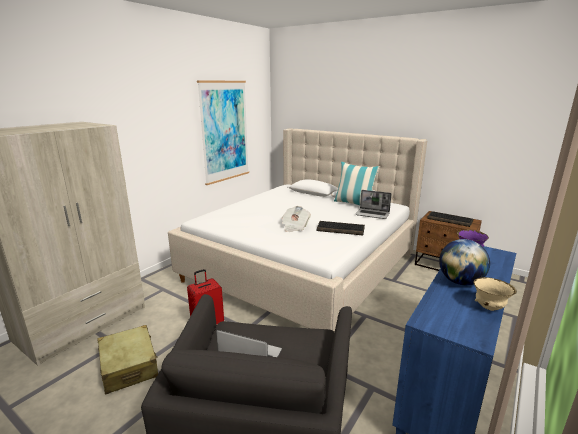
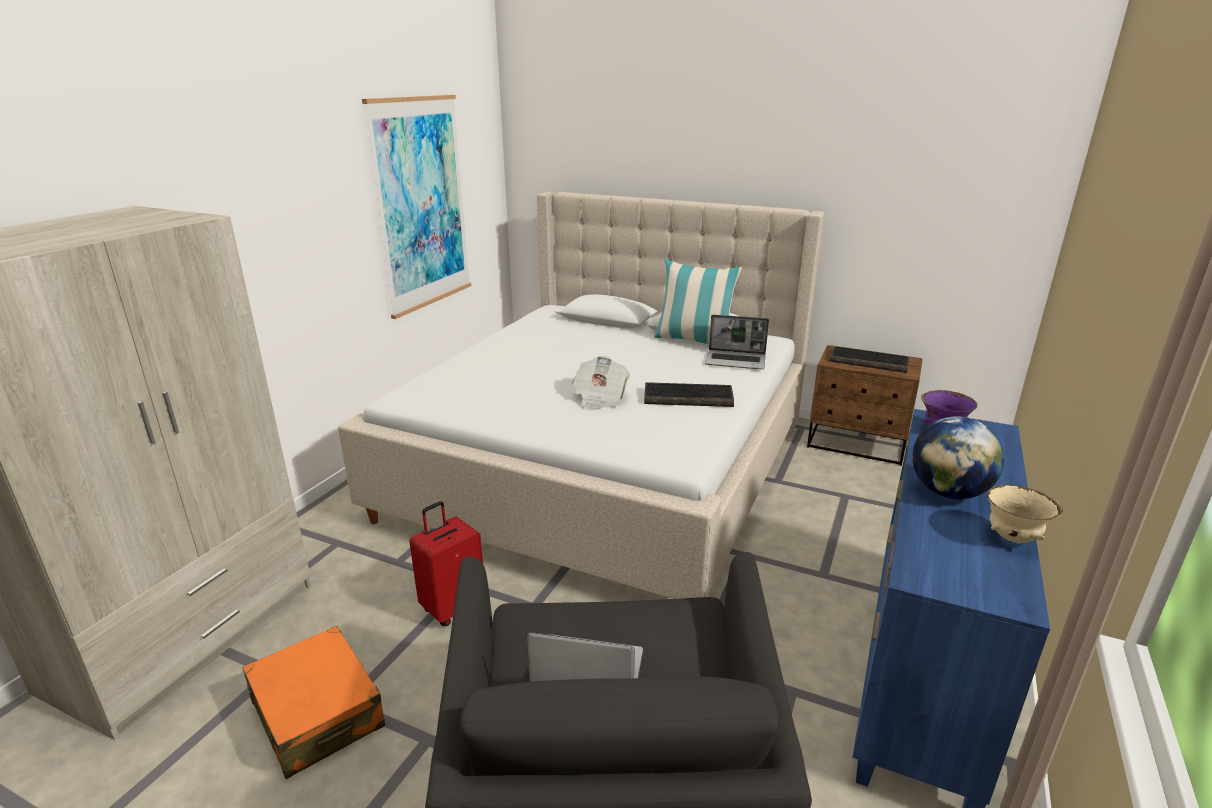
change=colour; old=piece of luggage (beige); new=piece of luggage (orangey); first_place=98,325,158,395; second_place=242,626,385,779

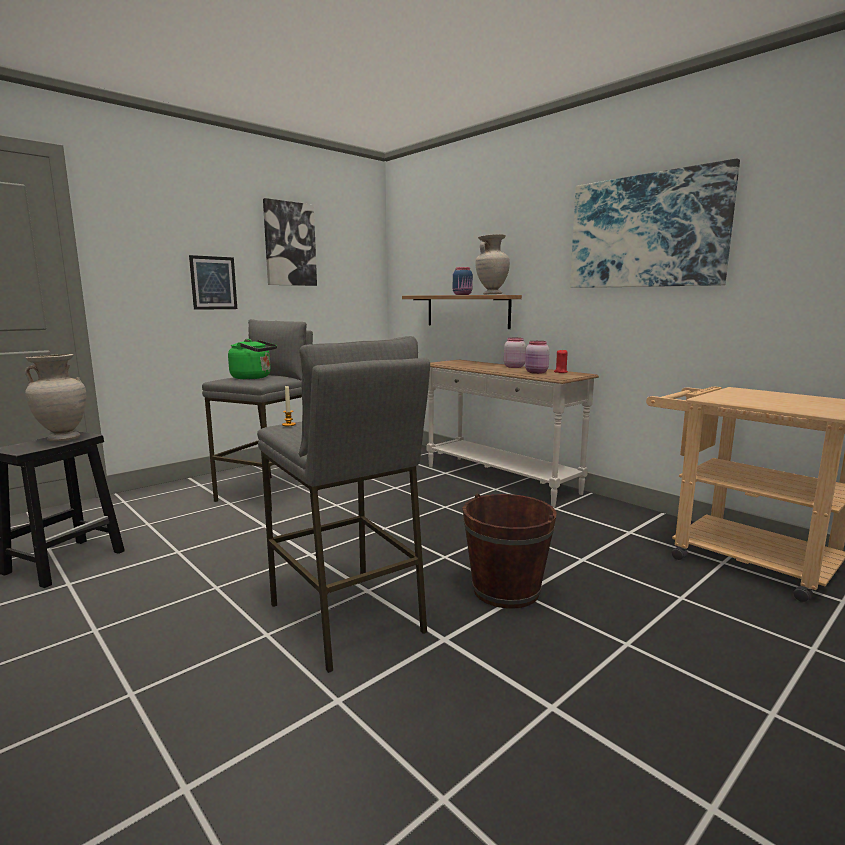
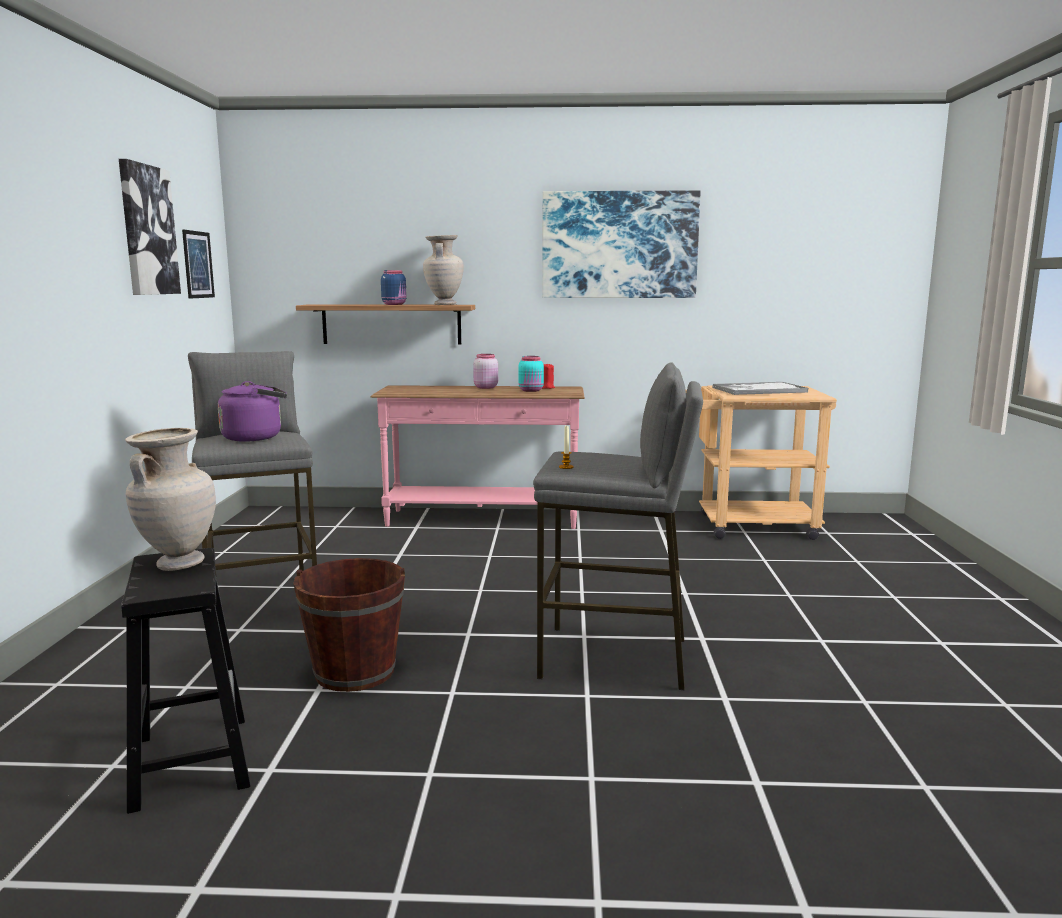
change=relocated; old=wall art; first_place=189,255,237,310; second_place=182,230,215,299
change=colour; old=water kettle (green); new=water kettle (purple-coloured); first_place=228,339,277,379; second_place=218,381,287,442
change=colour; old=hall table (white); new=hall table (pink); first_place=427,360,599,507; second_place=371,385,585,529
change=relocated; old=pail (brownish); first_place=463,494,557,609; second_place=293,558,405,692
change=colour; old=storage jar (pink); new=storage jar (turquoise-coloured); first_place=525,341,550,374; second_place=518,356,544,392
change=appeared; new=serving tray; second_place=712,382,808,395

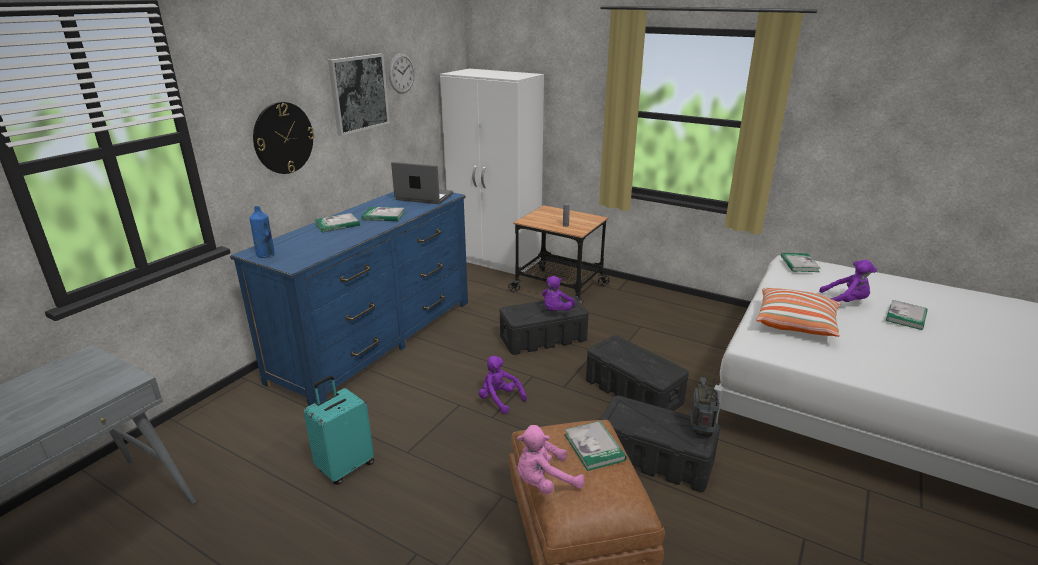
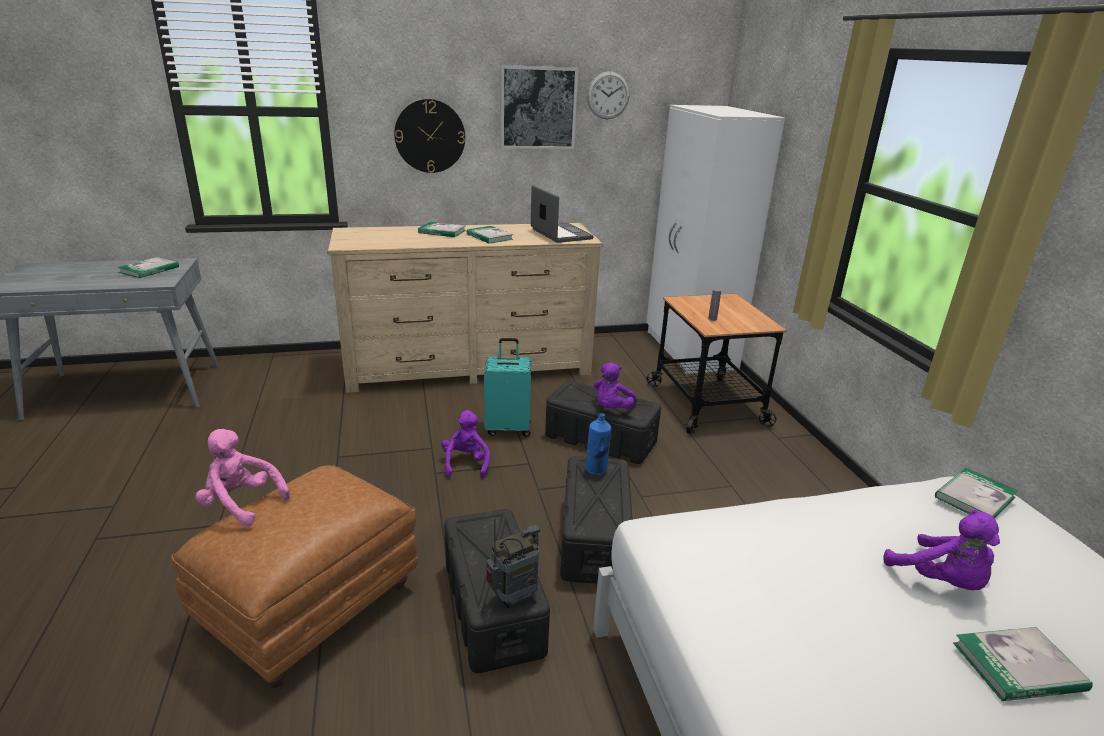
change=colour; old=chest of drawers (blue); new=chest of drawers (beige); first_place=230,192,468,406; second_place=327,223,603,393
change=relocated; old=beverage bottle (blue); first_place=249,206,275,258; second_place=586,413,611,475
change=relocated; old=piece of luggage (turquoise-coloured); first_place=304,376,374,485; second_place=484,338,531,437
change=spun; old=soft toy (purple-coloured); first_place=542,276,576,311; second_place=594,363,637,409; degrees=-45
change=relocated; old=bound book; first_place=564,421,627,471; second_place=117,257,179,278
change=missing; old=throw pillow; first_place=756,288,841,337

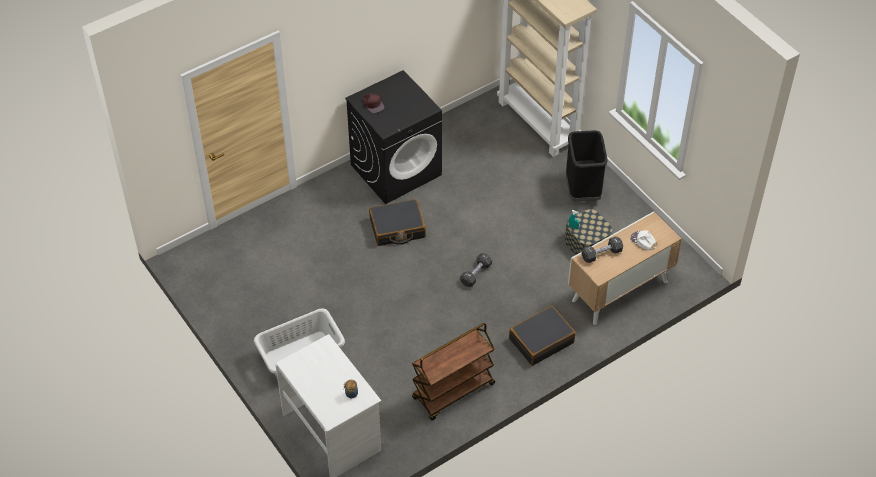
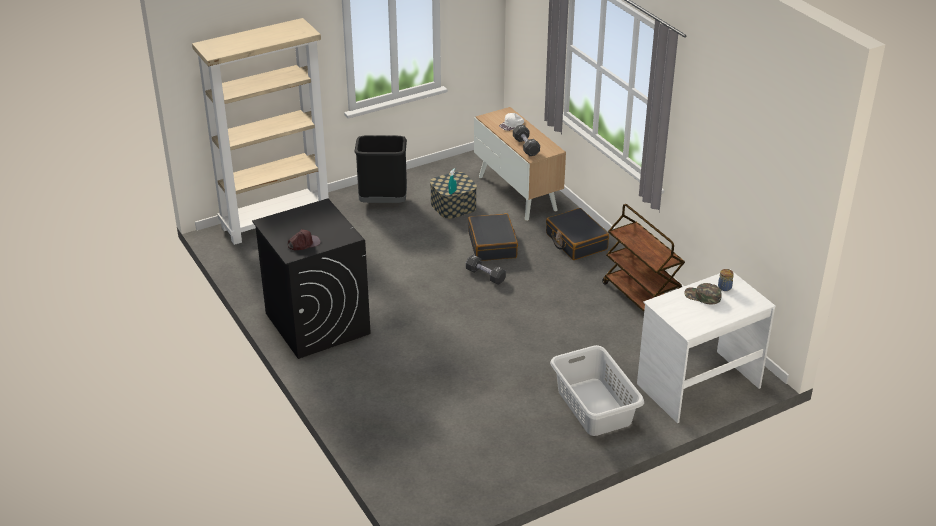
change=relocated; old=piece of luggage (blackish); first_place=369,199,426,246; second_place=468,213,518,261
change=appeared; new=peaked cap (green); second_place=684,283,722,304

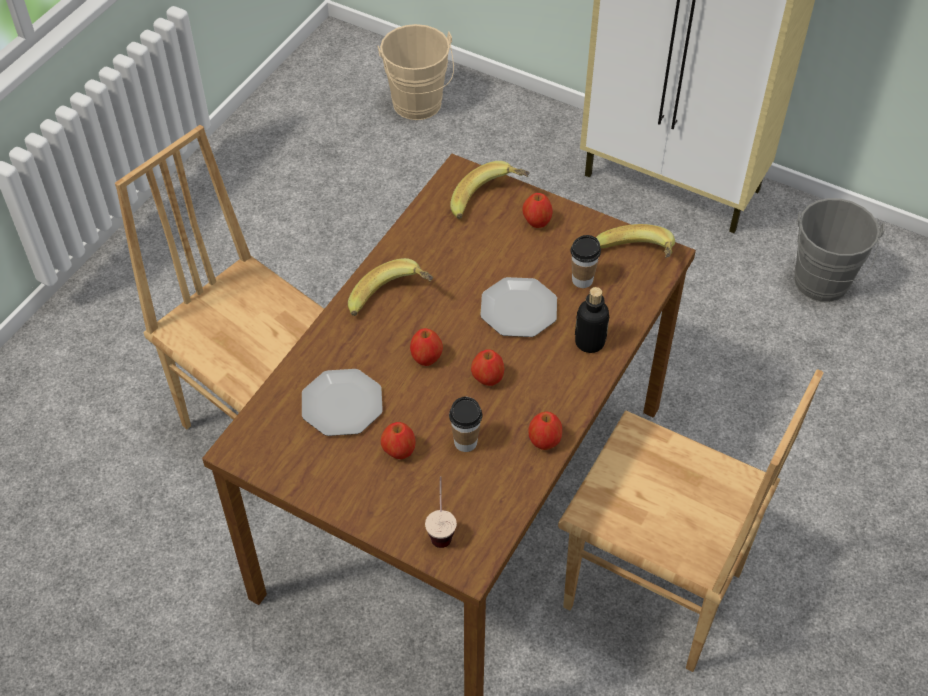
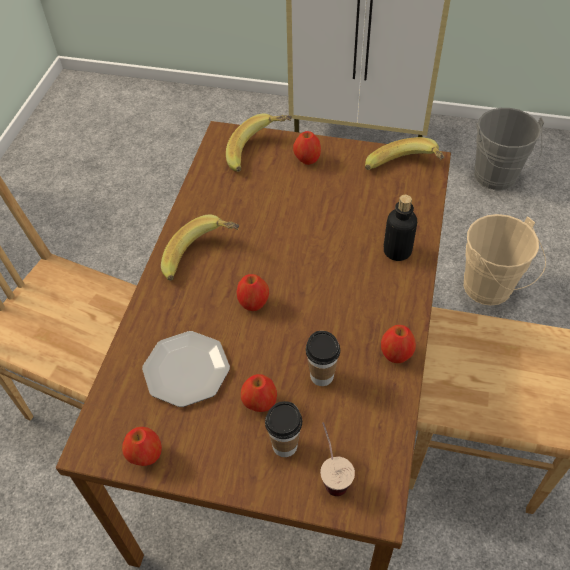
change=relocated; old=pail (beige); first_place=378,24,454,120; second_place=464,214,546,305
change=relocated; old=apple fruit; first_place=471,349,504,386; second_place=122,427,162,466
change=missing; old=flat dish; first_place=480,277,557,337
change=relocated; old=drinking cup; first_place=570,235,601,288; second_place=265,401,302,457

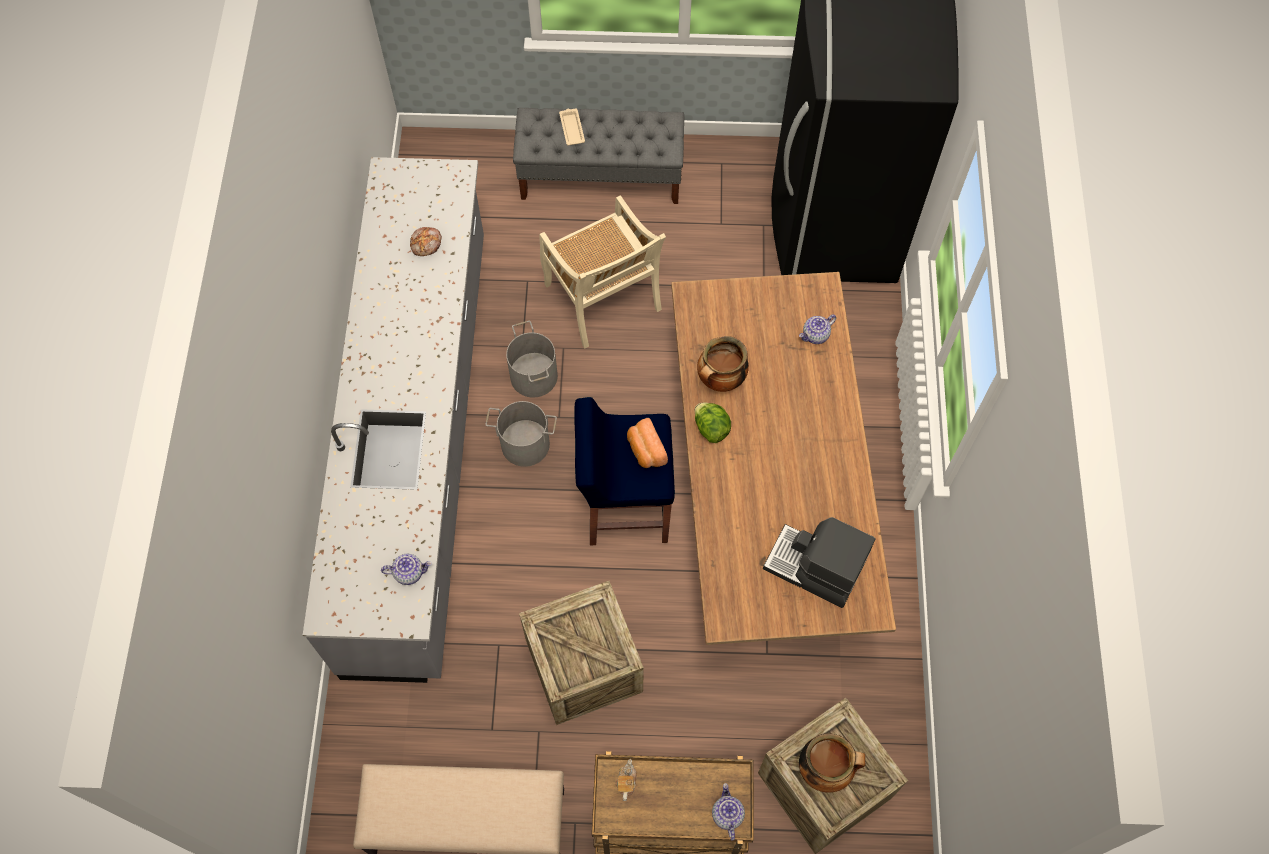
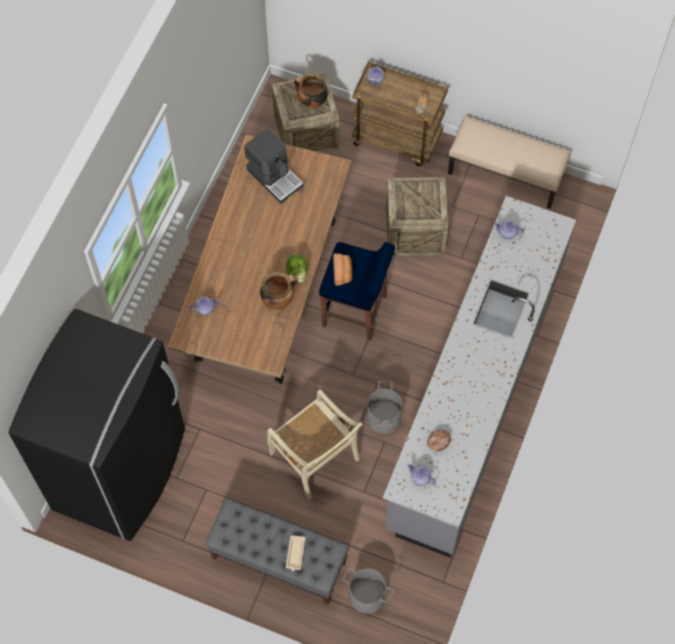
change=relocated; old=pail (greyish); first_place=485,401,557,467; second_place=342,568,393,614
change=spun; old=plain chair (beige); first_place=539,195,666,349; second_place=267,389,363,500; degrees=150
change=appeared; new=pot for tea; second_place=407,464,436,486

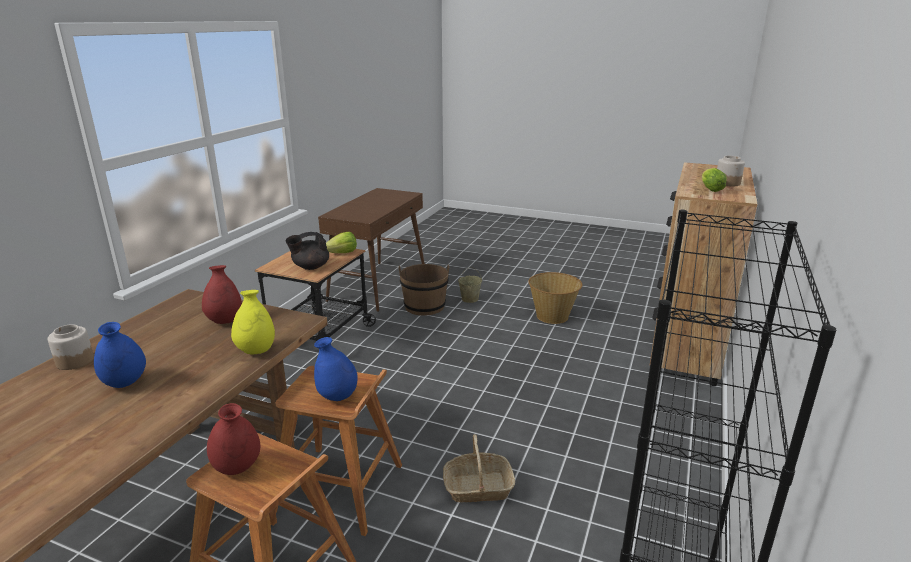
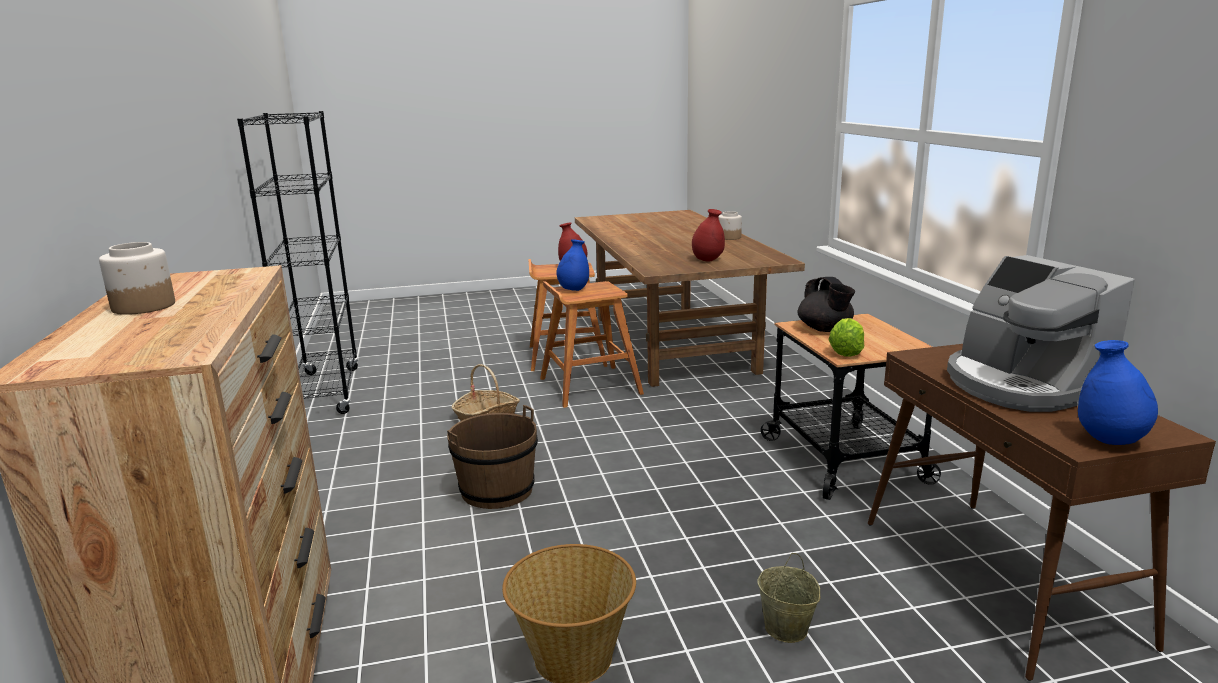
change=relocated; old=vase (blue); first_place=94,322,146,388; second_place=1078,340,1158,445
change=missing; old=vase (yellow-coloured); first_place=231,290,275,354
change=spun; old=pot for tea (blackish); first_place=286,232,329,270; second_place=797,277,855,332; degrees=135
change=relocated; old=pail (brownish); first_place=399,264,449,316; second_place=447,405,538,509
change=missing; old=lettuce head; first_place=702,168,727,192
change=appeared; new=coffee machine; second_place=947,255,1135,412

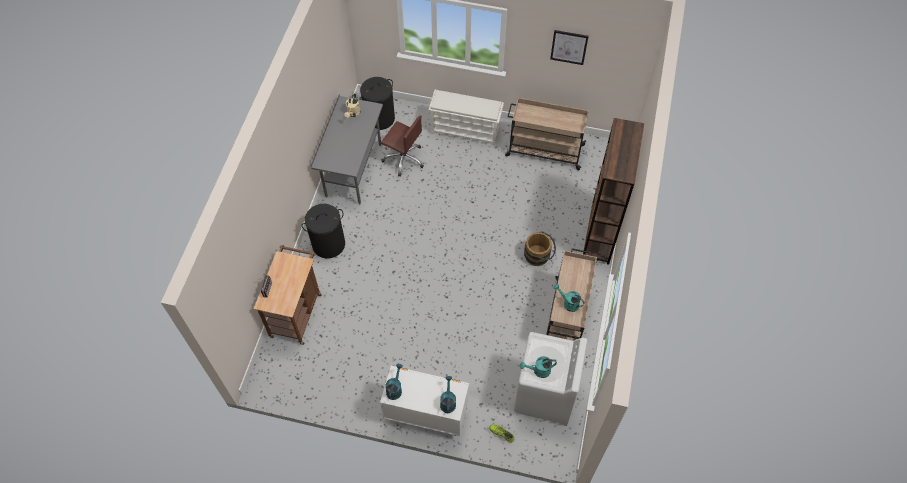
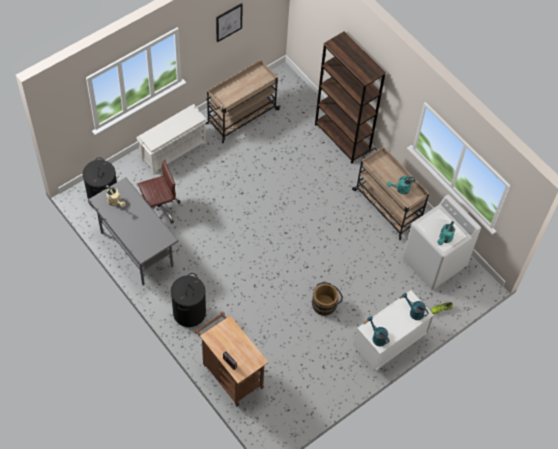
change=relocated; old=pail (brownish); first_place=524,231,556,266; second_place=312,282,343,316

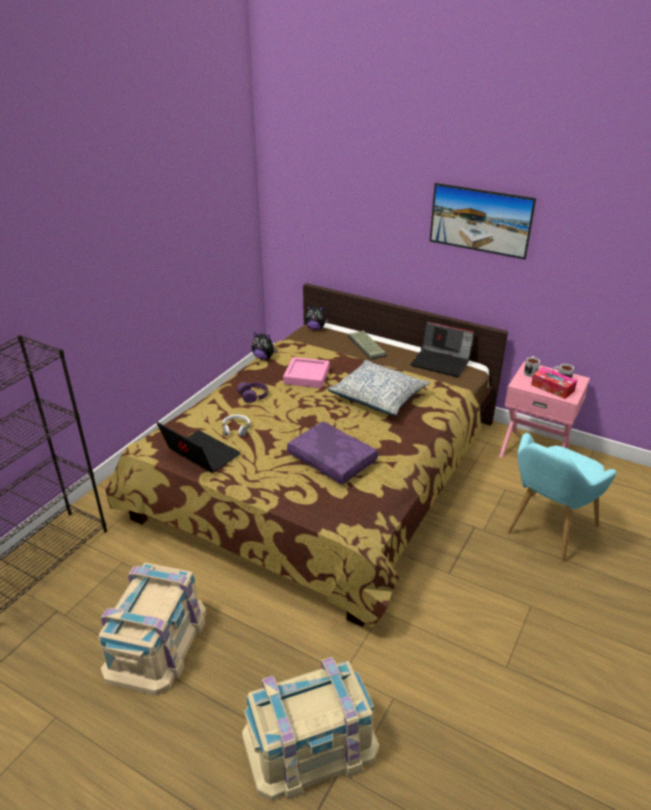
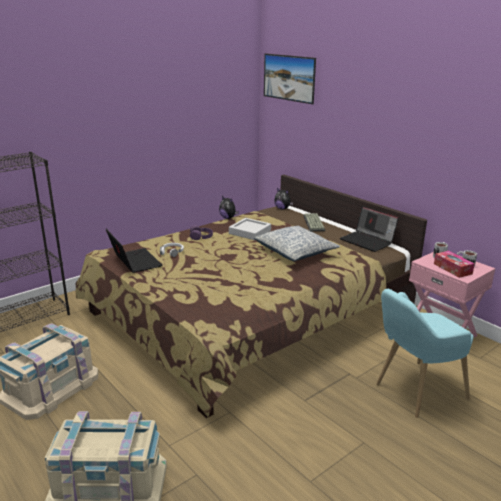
change=colour; old=serving tray (pink); new=serving tray (greyish); first_place=283,357,330,388; second_place=229,218,271,240
change=missing; old=throw pillow (purple-coloured); first_place=287,421,378,484
change=relocated; old=wall art; first_place=430,183,536,260; second_place=264,53,316,104

